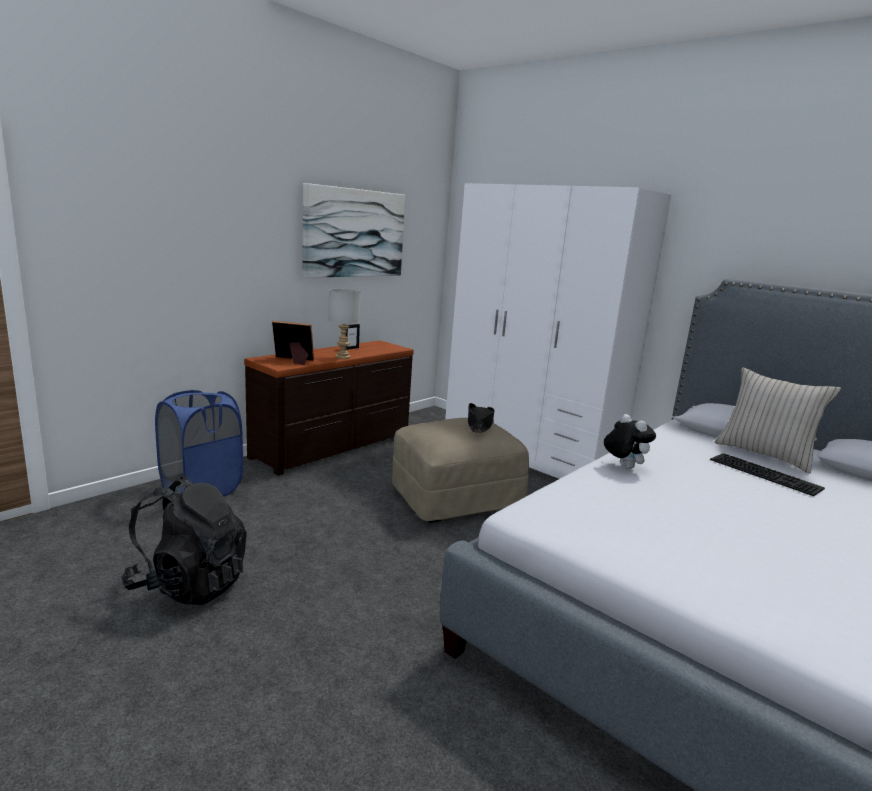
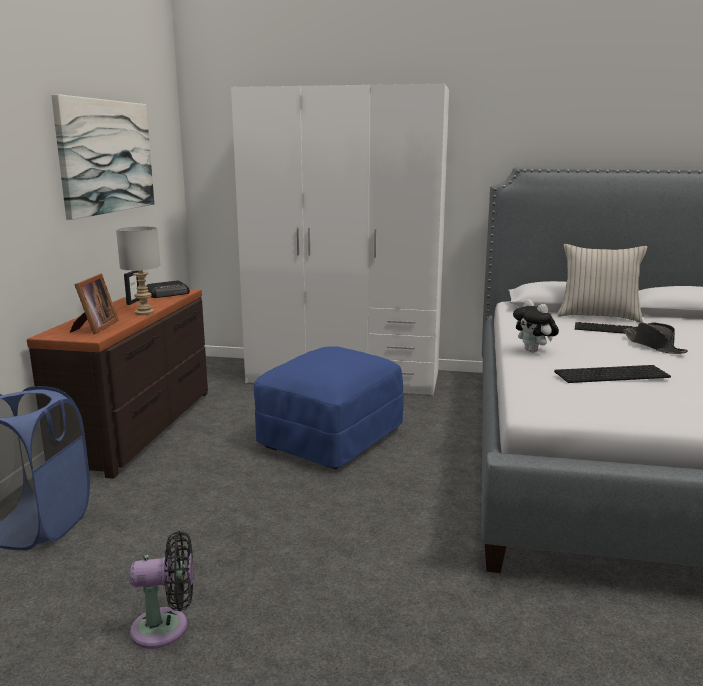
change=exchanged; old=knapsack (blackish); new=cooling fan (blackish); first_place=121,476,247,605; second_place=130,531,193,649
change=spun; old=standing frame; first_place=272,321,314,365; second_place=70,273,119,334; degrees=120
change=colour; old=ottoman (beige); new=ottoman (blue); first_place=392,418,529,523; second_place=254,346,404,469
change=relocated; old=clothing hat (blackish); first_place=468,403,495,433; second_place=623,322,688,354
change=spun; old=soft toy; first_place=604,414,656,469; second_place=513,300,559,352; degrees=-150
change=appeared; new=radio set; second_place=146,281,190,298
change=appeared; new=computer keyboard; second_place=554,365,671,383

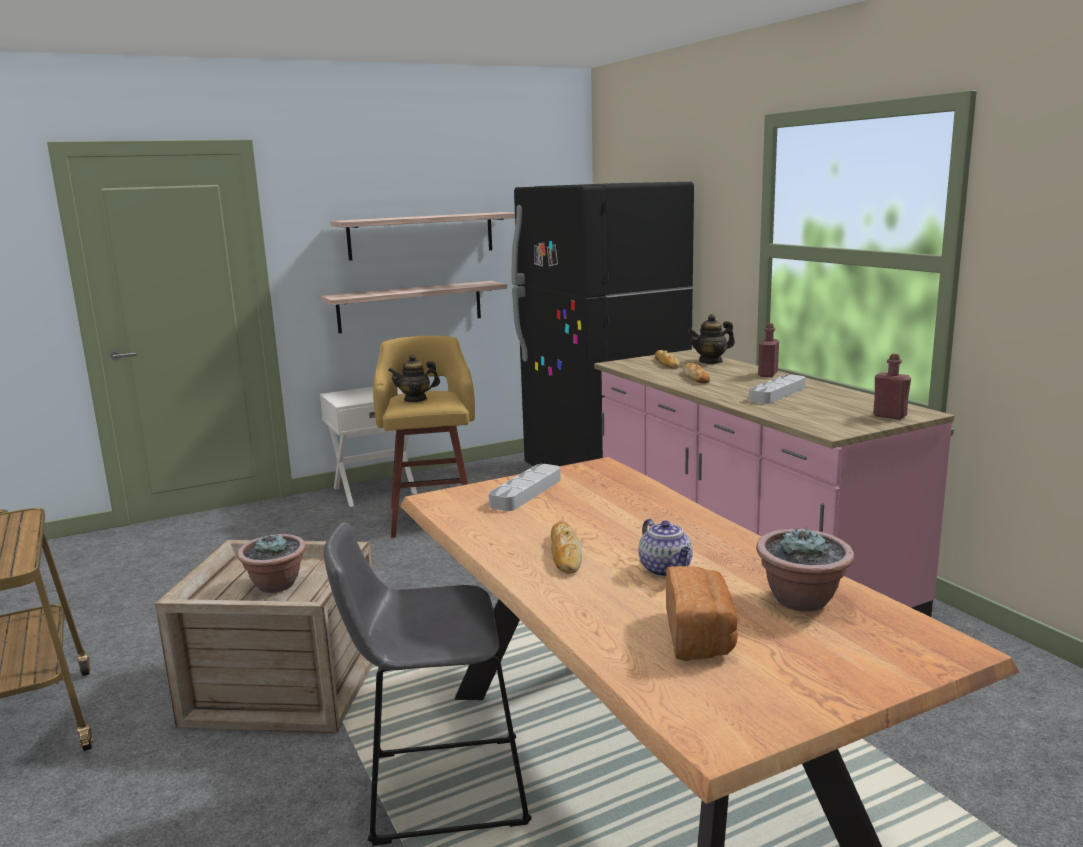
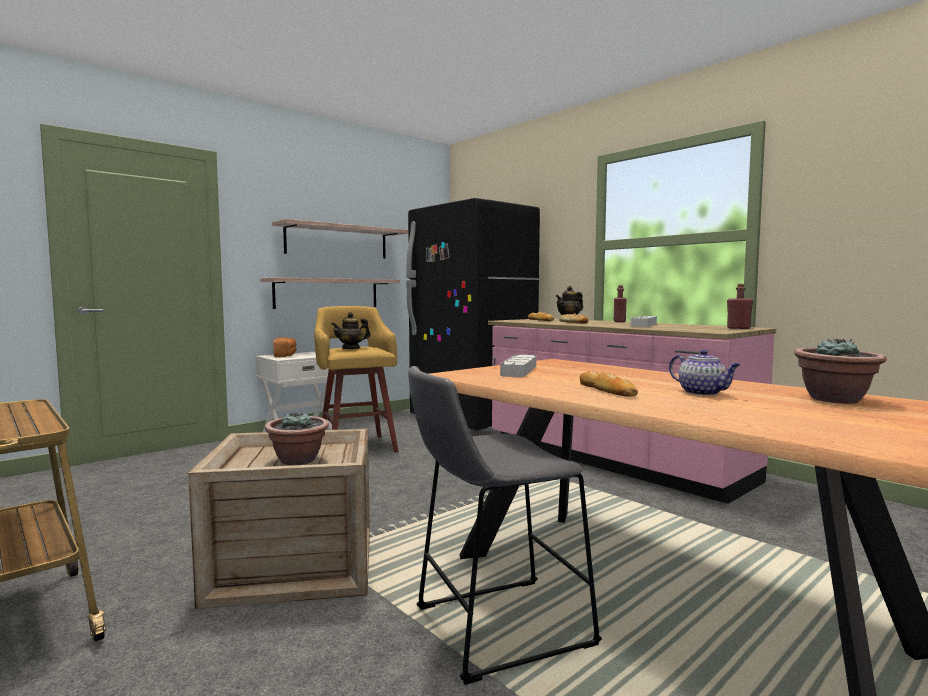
change=relocated; old=baked bread; first_place=666,566,738,661; second_place=273,337,296,357

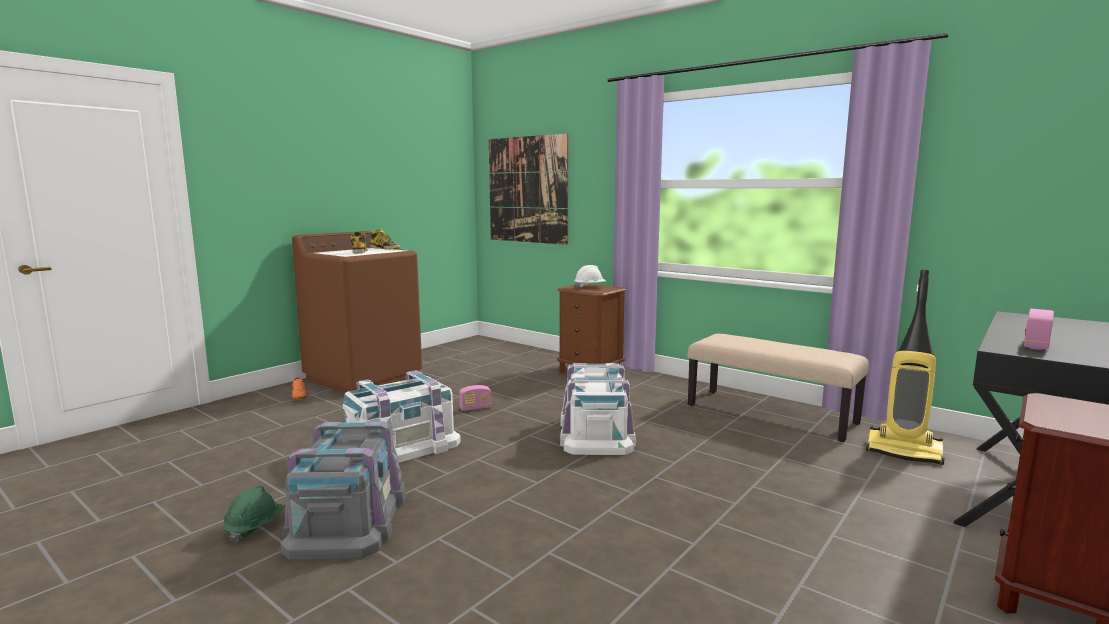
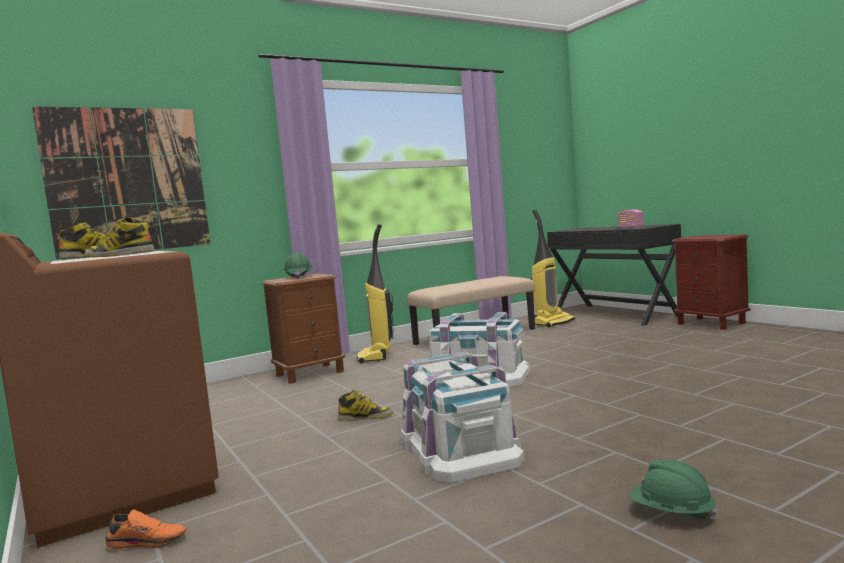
change=missing; old=storage container (greyish); first_place=281,421,406,560
change=exchanged; old=radio set; new=tall boot; first_place=459,385,491,411; second_place=338,390,393,420
change=colour; old=hard hat (white); new=hard hat (green); first_place=574,265,606,289; second_place=283,252,312,279
change=appeared; new=vacuum cleaner; second_place=357,224,393,364

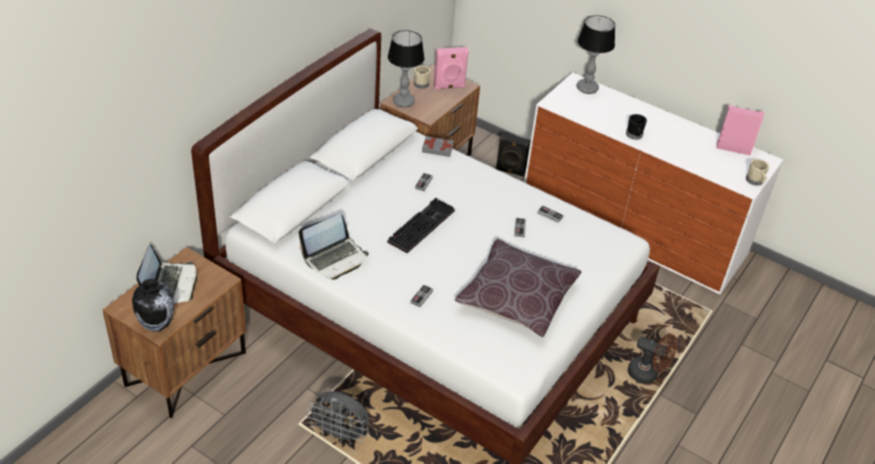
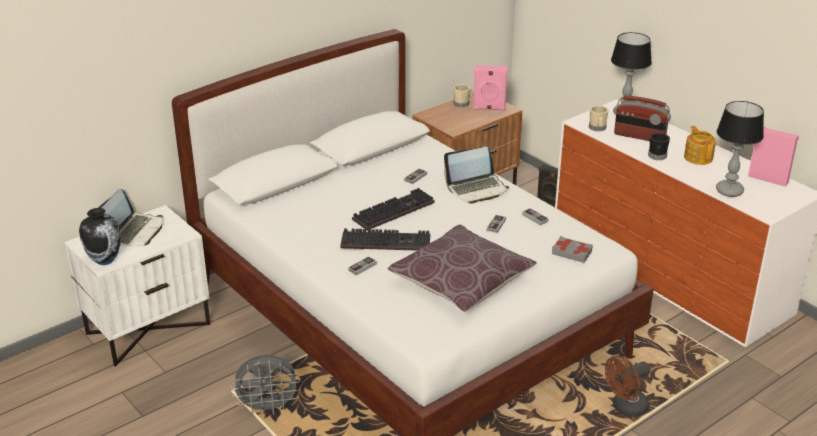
change=colour; old=nightstand (brownish); new=nightstand (white); first_place=103,247,246,418; second_place=64,205,210,366
change=relocated; old=portable computer; first_place=299,214,369,280; second_place=444,147,509,204
change=spun; old=cooling fan (greyish); first_place=307,391,369,445; second_place=231,355,301,415; degrees=-45
change=relocated; old=tabletop lamp; first_place=388,30,425,107; second_place=716,101,764,197
change=relocated; old=bound book (greyish); first_place=422,136,454,157; second_place=552,236,593,263
change=spun; old=cooling fan (brownish); first_place=628,333,677,383; second_place=605,355,650,417; degrees=105
change=relocated; old=coffee mug (beige); first_place=746,159,769,186; second_place=589,105,609,132
change=appeared; new=computer keyboard; second_place=340,228,430,251
change=appeared; new=radio set; second_place=614,96,671,141
change=appeared; new=pot for tea; second_place=684,126,716,165

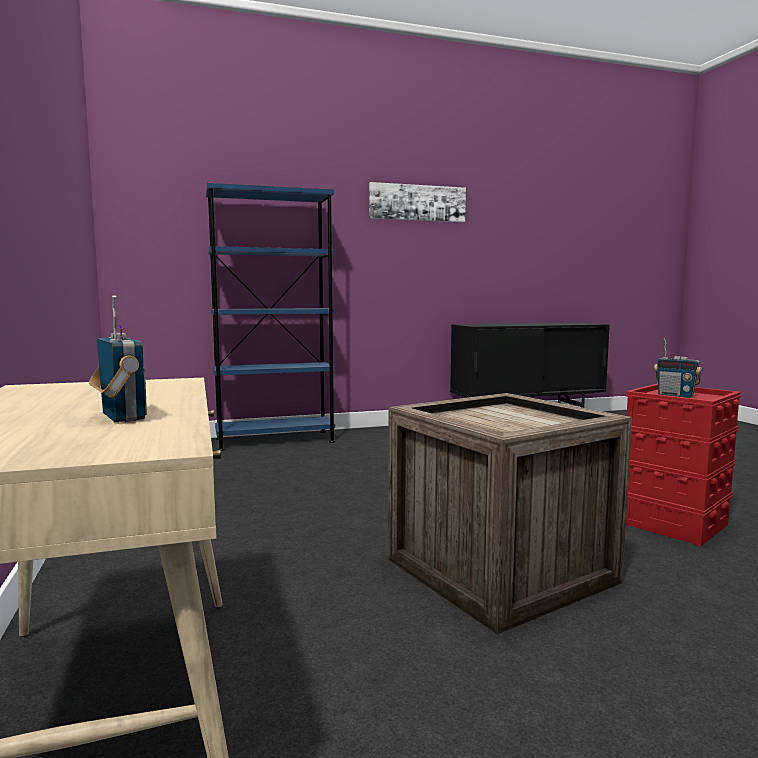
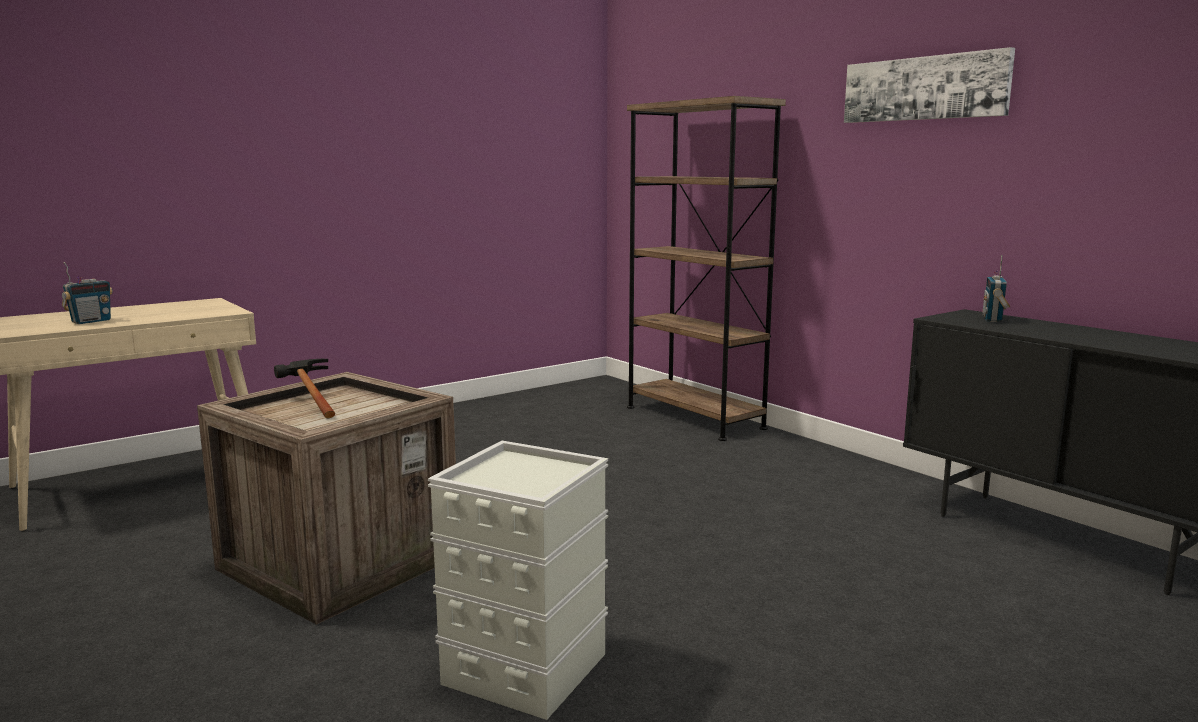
change=colour; old=shelving unit (blue); new=shelving unit (brownish); first_place=206,183,335,451; second_place=627,96,786,441
change=colour; old=storage container (red-coloured); new=storage container (greyish); first_place=626,383,741,547; second_place=428,441,608,720
change=relocated; old=radio set; first_place=654,338,702,398; second_place=982,255,1010,322
change=appeared; new=tool hammer; second_place=274,359,335,418

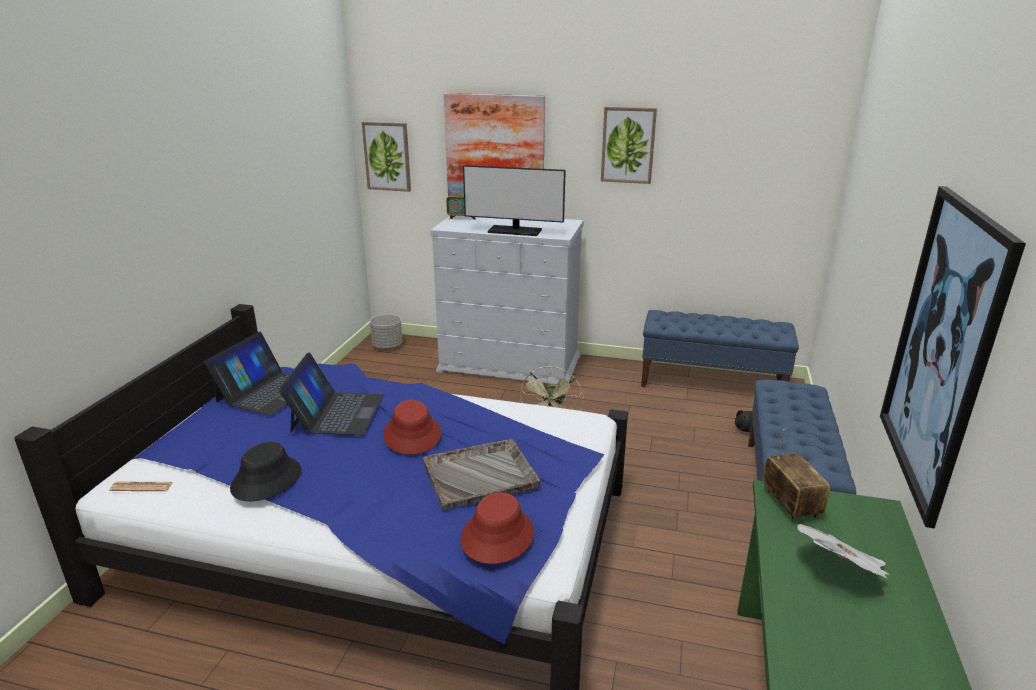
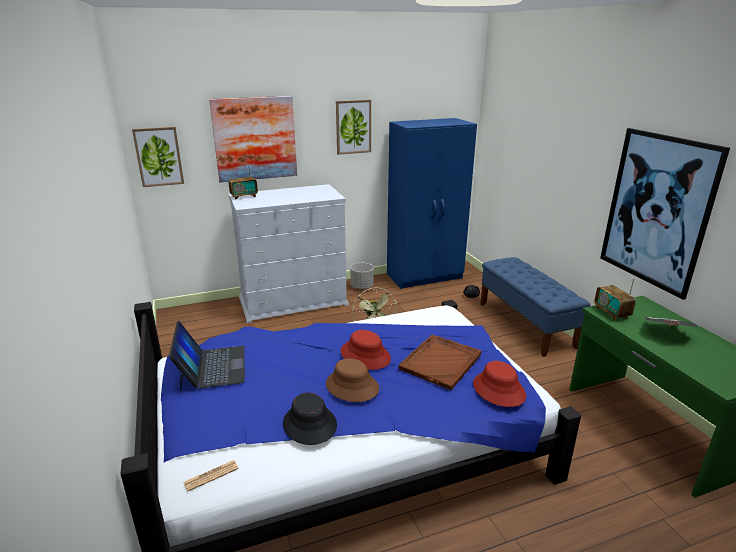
change=missing; old=portable computer; first_place=279,352,384,435
change=relocated; old=planter (greyish); first_place=370,314,403,349; second_place=350,263,374,289
change=colour; old=serving tray (greyish); new=serving tray (brownish); first_place=423,439,540,510; second_place=399,334,481,390
change=missing; old=monitor; first_place=463,165,566,236
change=exchanged; old=bench (blue); new=wardrobe (blue); first_place=641,310,799,387; second_place=387,118,477,289
change=spun; old=radio set; first_place=763,429,830,522; second_place=594,279,636,321; degrees=-150
change=appeared; new=clothing hat (brownish); second_place=326,358,379,402

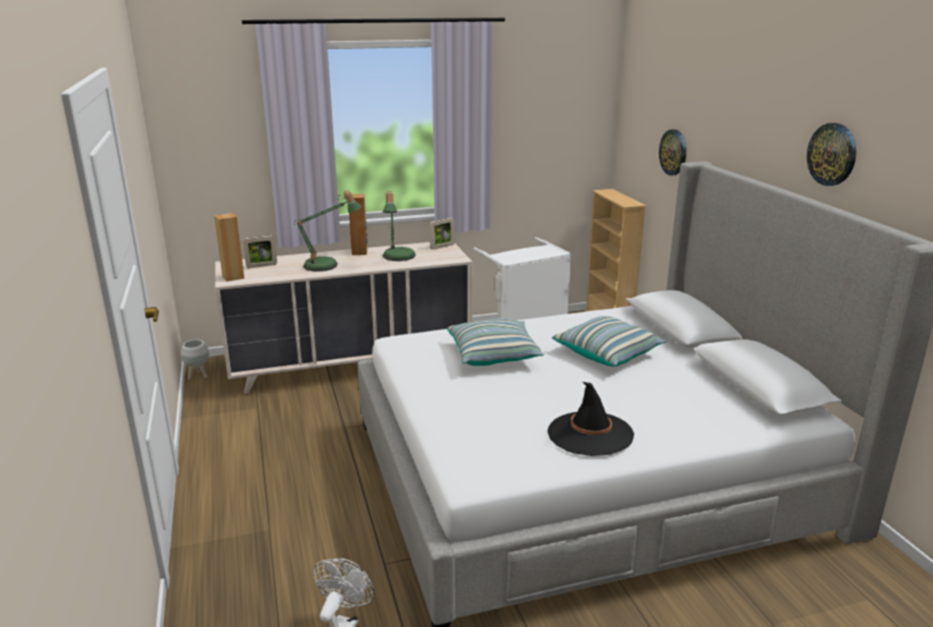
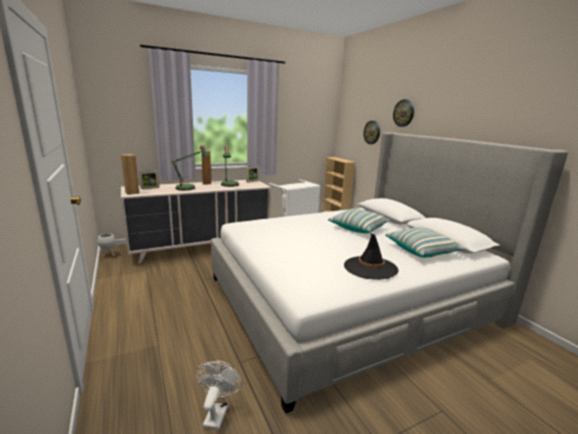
change=relocated; old=throw pillow; first_place=447,318,544,366; second_place=385,227,466,257
change=relocated; old=hanging clock; first_place=807,123,856,186; second_place=393,99,414,127

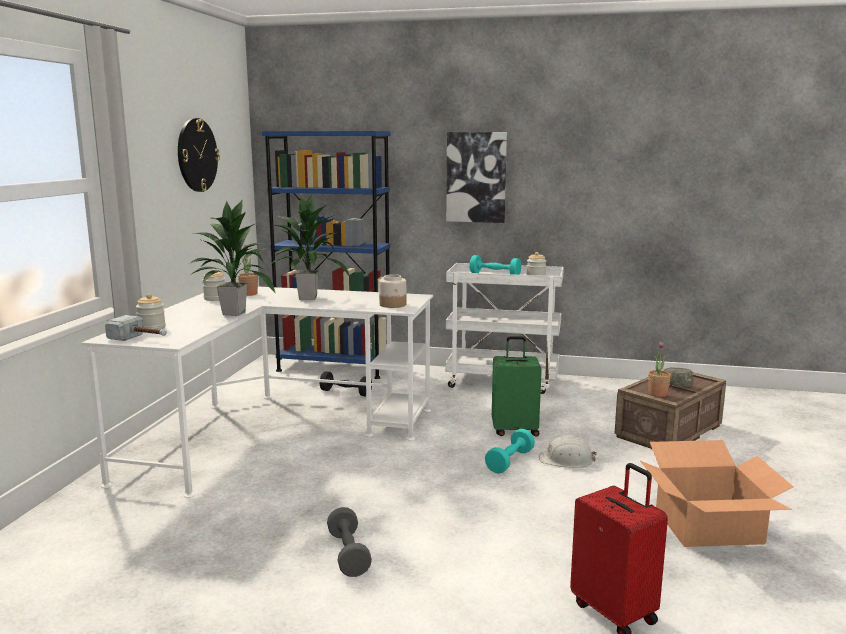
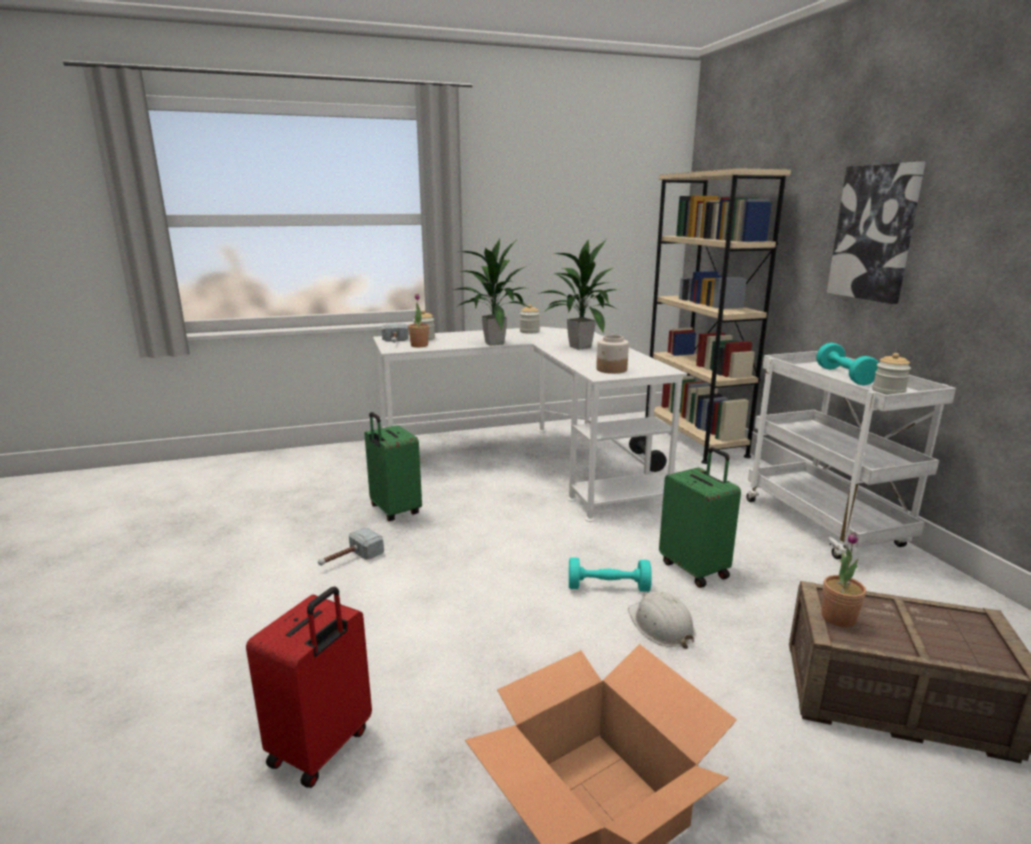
change=missing; old=hanging clock; first_place=178,118,220,192
change=relocated; old=houseplant; first_place=238,245,258,296; second_place=408,294,429,347
change=colour; old=shelving unit (blue); new=shelving unit (beige); first_place=262,131,391,379; second_place=645,168,791,464
change=exchanged; old=dumbbell (greyish); new=tool hammer; first_place=327,507,372,577; second_place=318,527,384,566
change=missing; old=peaked cap (greyish); first_place=664,368,693,387
change=appeared; new=piece of luggage (green); second_place=365,412,422,521

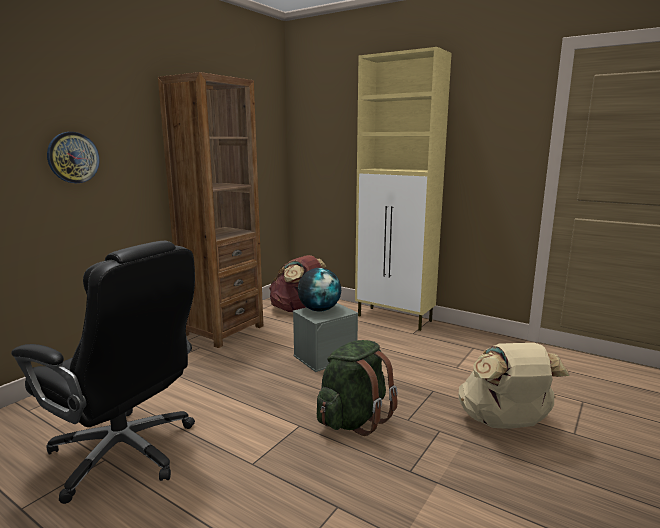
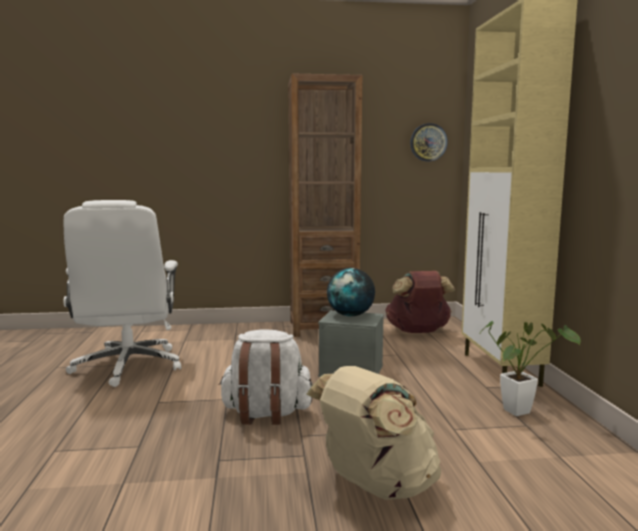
change=colour; old=office chair (blackish); new=office chair (white); first_place=11,241,195,504; second_place=64,200,181,387
change=relocated; old=hanging clock; first_place=47,132,99,183; second_place=410,123,448,161
change=colour; old=knapsack (green); new=knapsack (white); first_place=317,340,398,436; second_place=219,329,313,425
change=appeared; new=houseplant; second_place=479,321,581,416

